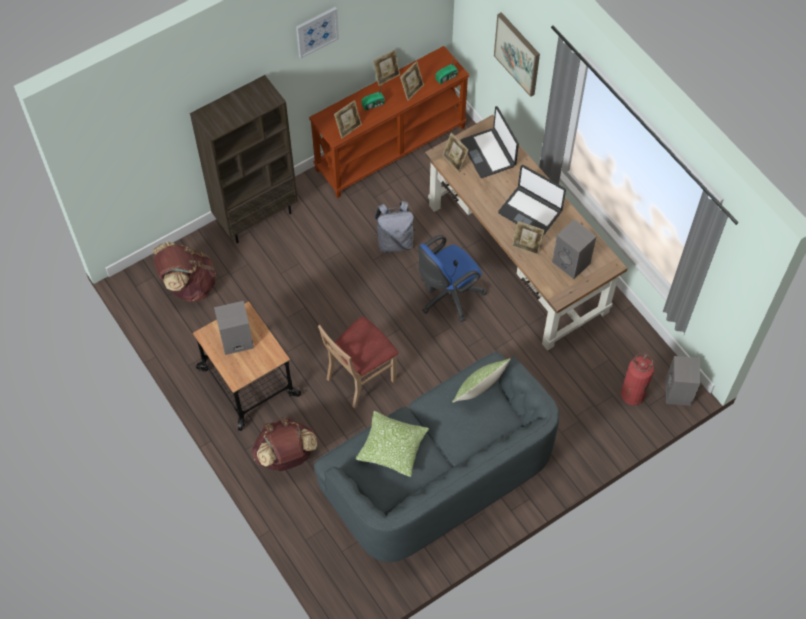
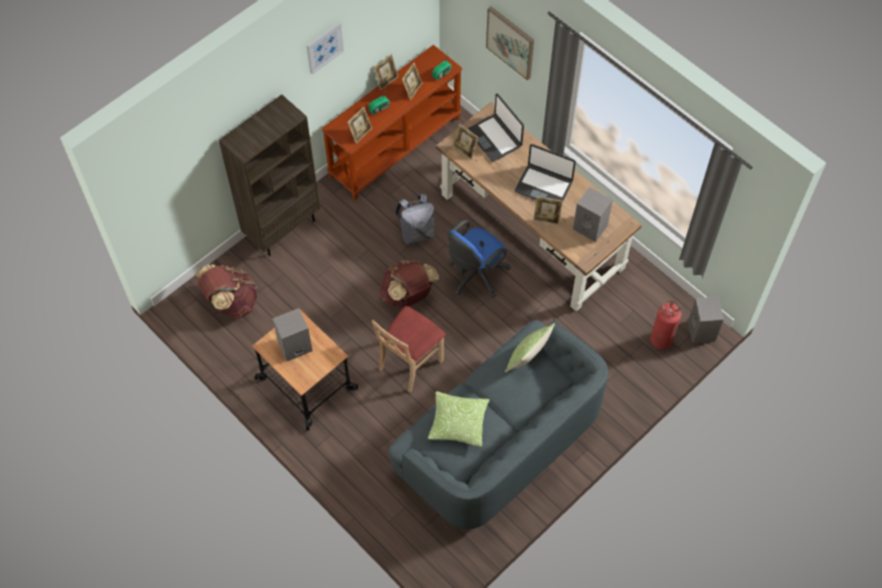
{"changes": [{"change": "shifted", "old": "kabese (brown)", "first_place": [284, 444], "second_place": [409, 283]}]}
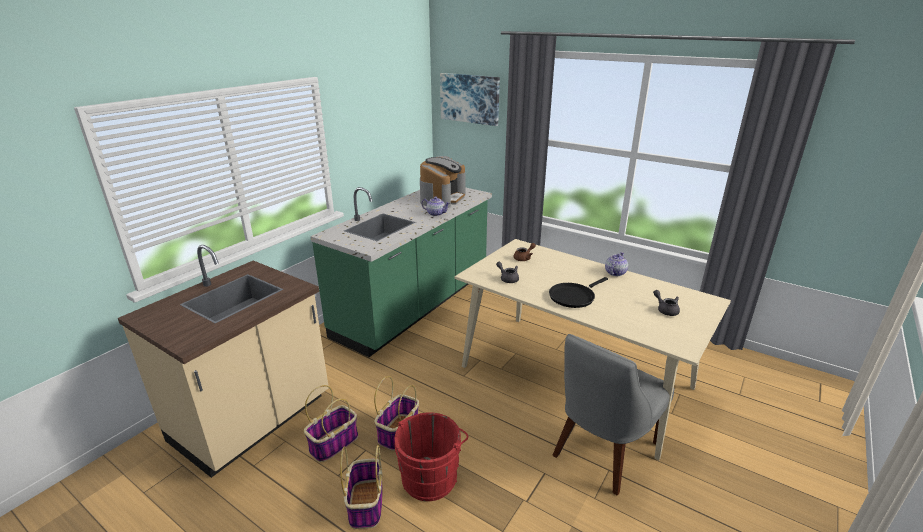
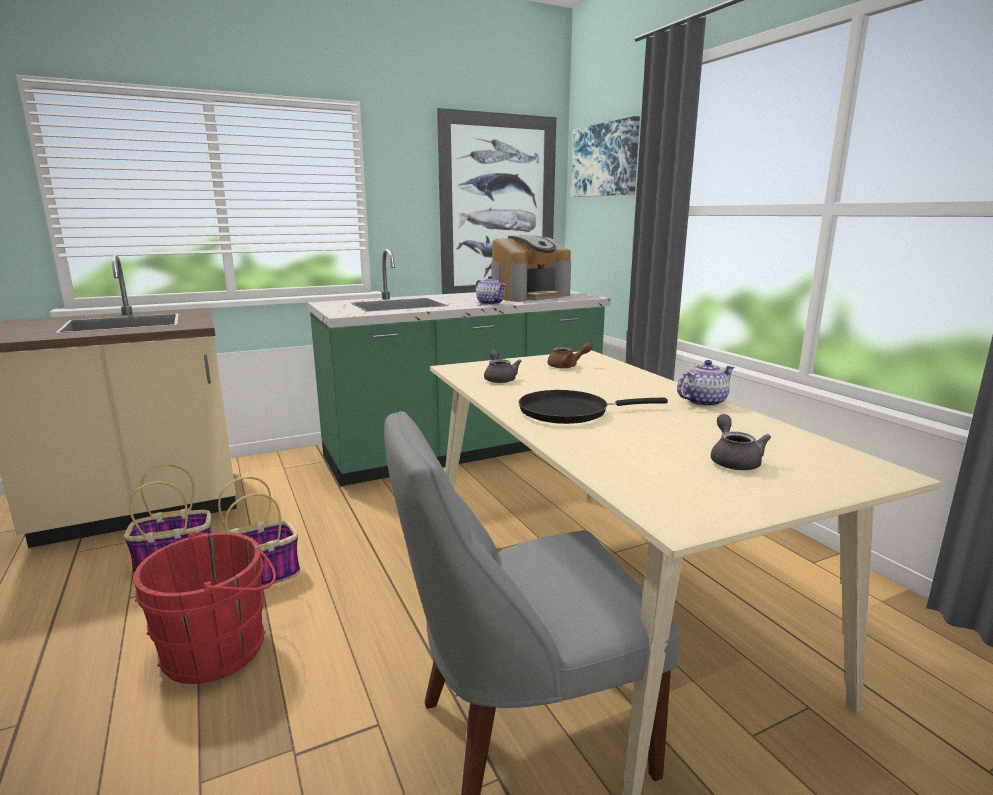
{"changes": [{"change": "new", "new": "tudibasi", "second_place": [496, 201]}, {"change": "gone", "old": "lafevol", "first_place": [361, 487]}]}
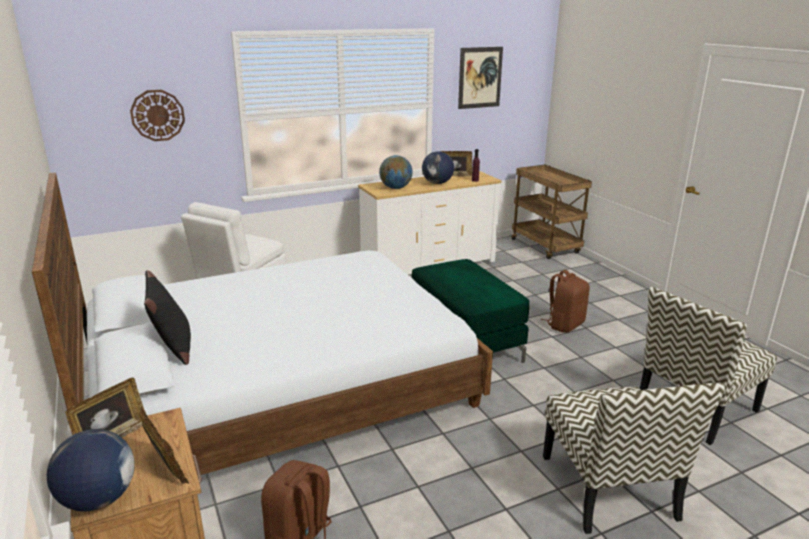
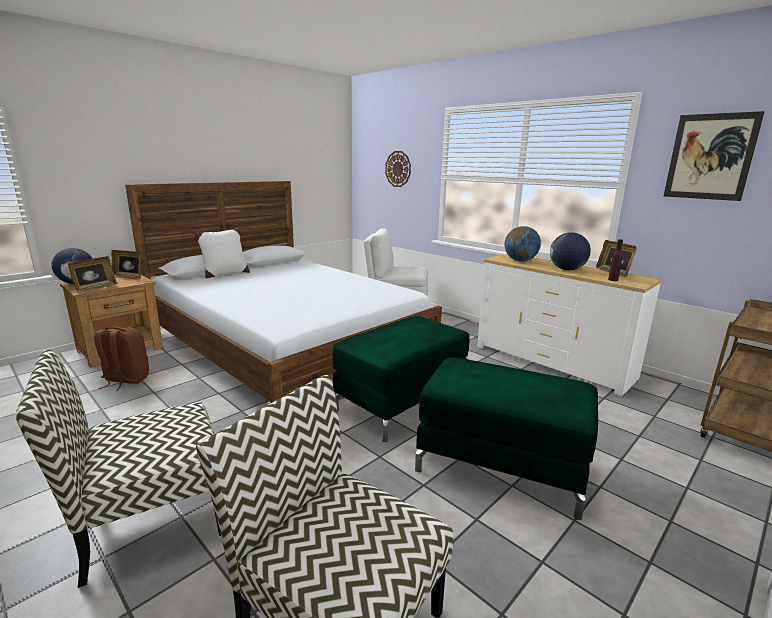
{"changes": [{"change": "repainted", "old": "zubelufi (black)", "new": "zubelufi (white)", "first_place": [167, 317], "second_place": [221, 252]}, {"change": "swapped", "old": "kabese (brown)", "new": "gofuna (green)", "first_place": [565, 301], "second_place": [506, 438]}]}
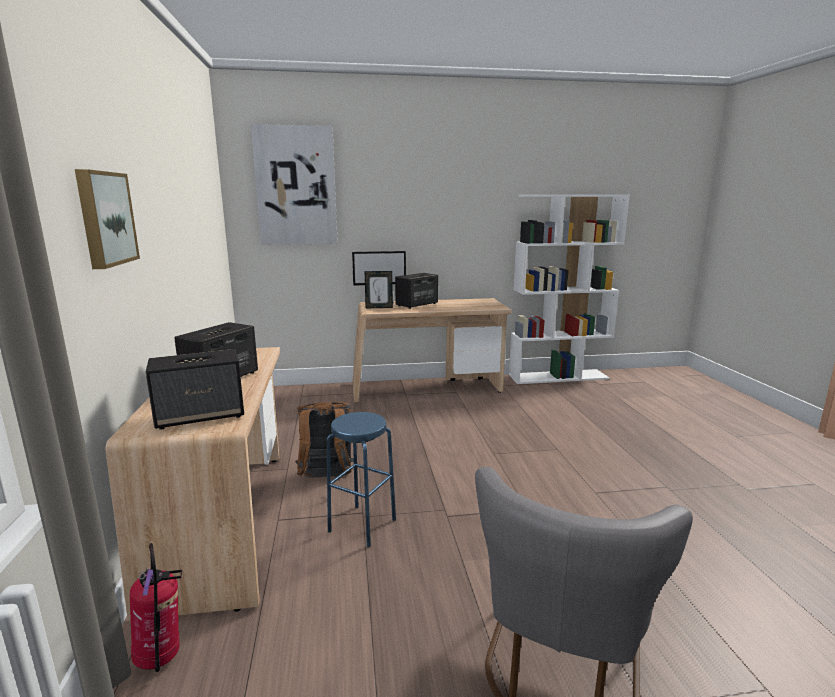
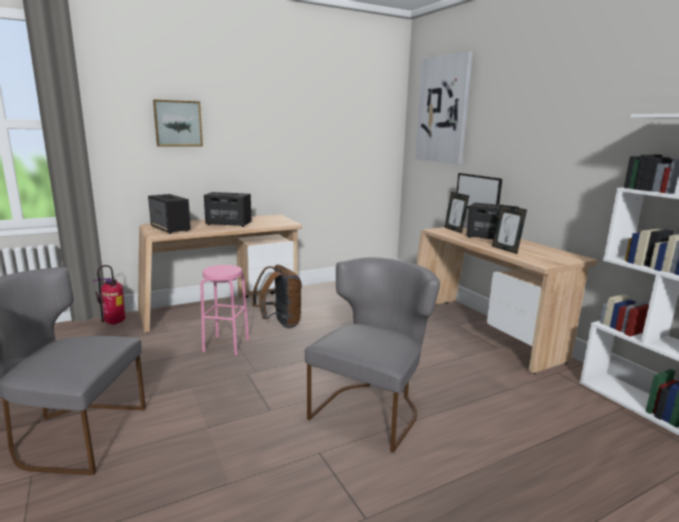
{"changes": [{"change": "repainted", "old": "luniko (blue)", "new": "luniko (pink)", "first_place": [361, 479], "second_place": [224, 310]}, {"change": "new", "new": "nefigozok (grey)", "second_place": [372, 355]}, {"change": "new", "new": "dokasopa", "second_place": [509, 229]}]}
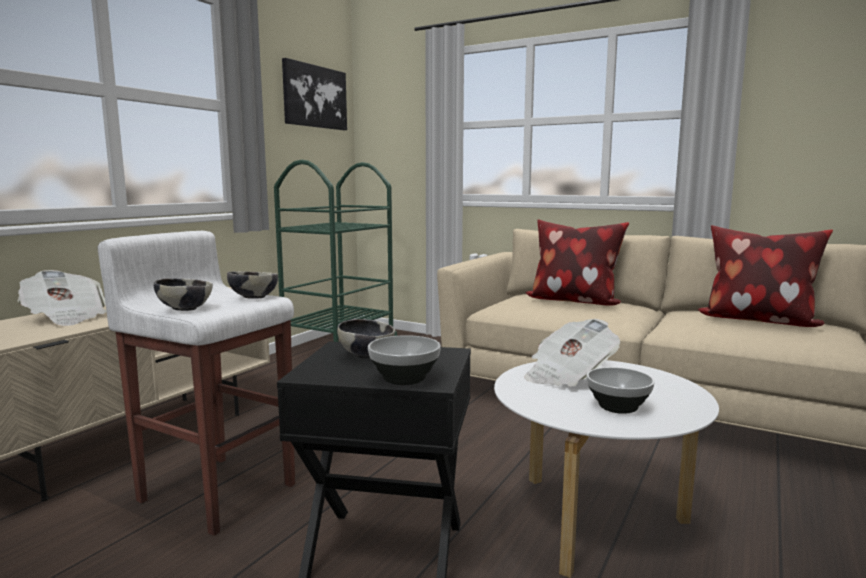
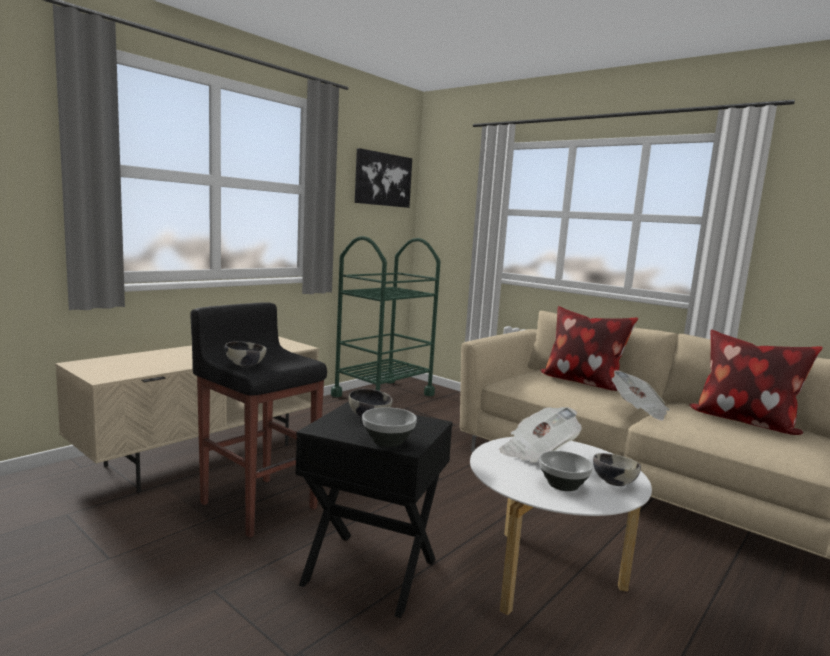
{"changes": [{"change": "repainted", "old": "luniko (white)", "new": "luniko (black)", "first_place": [196, 383], "second_place": [258, 420]}, {"change": "shifted", "old": "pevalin", "first_place": [252, 285], "second_place": [617, 469]}, {"change": "shifted", "old": "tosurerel", "first_place": [62, 298], "second_place": [640, 395]}]}
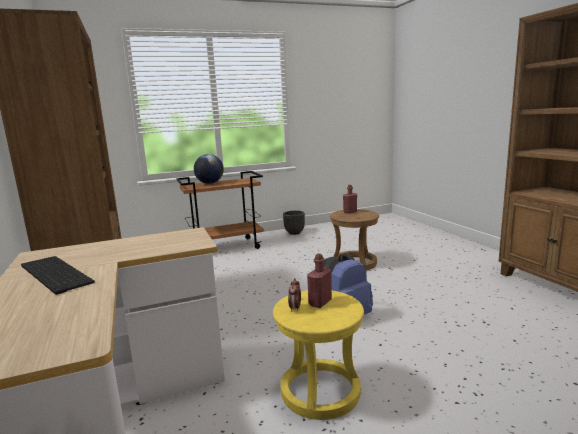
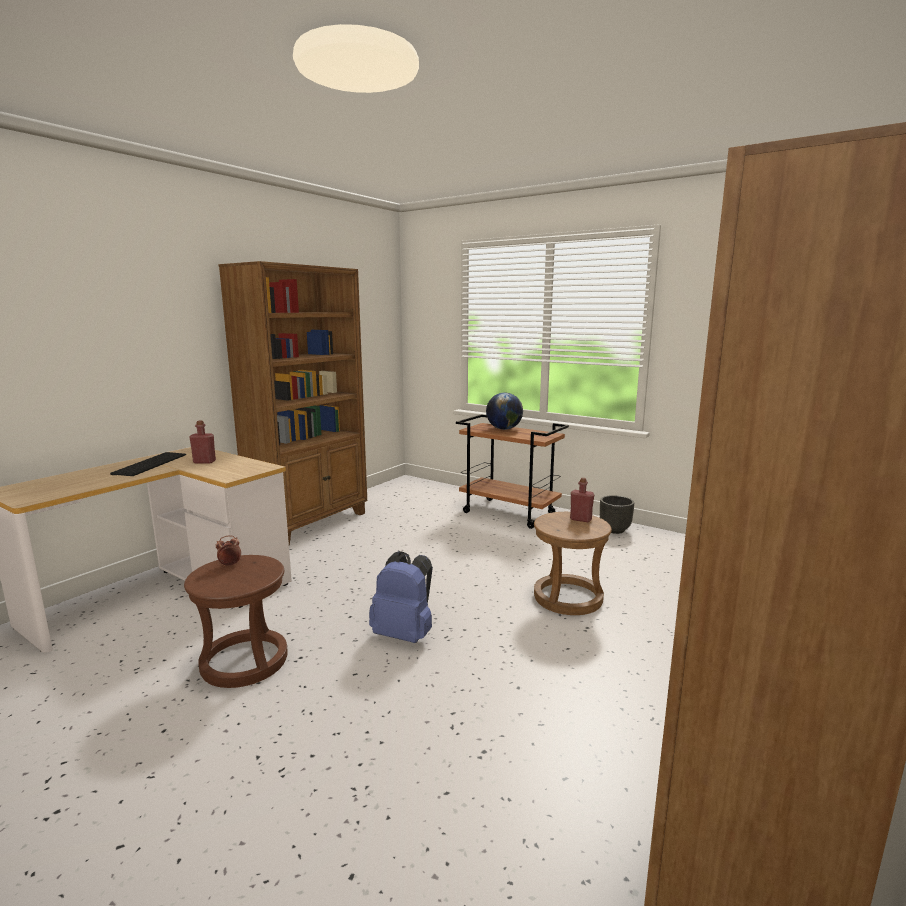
{"changes": [{"change": "repainted", "old": "luniko (yellow)", "new": "luniko (brown)", "first_place": [318, 355], "second_place": [236, 621]}, {"change": "shifted", "old": "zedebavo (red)", "first_place": [319, 281], "second_place": [202, 441]}]}
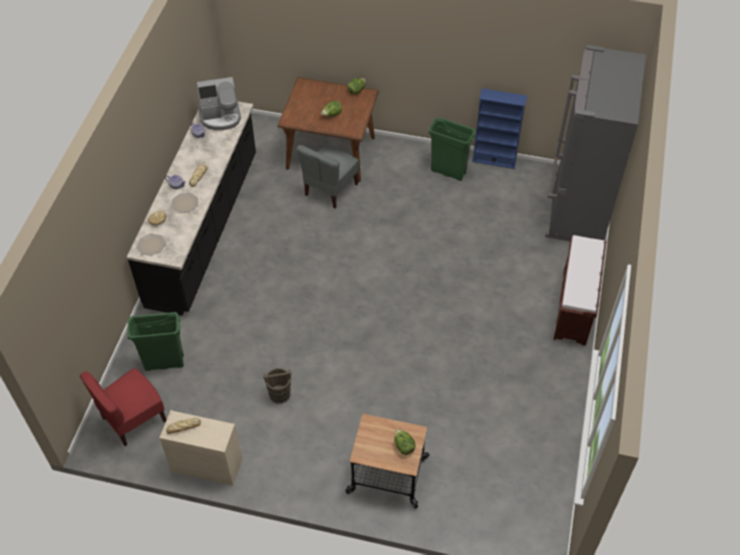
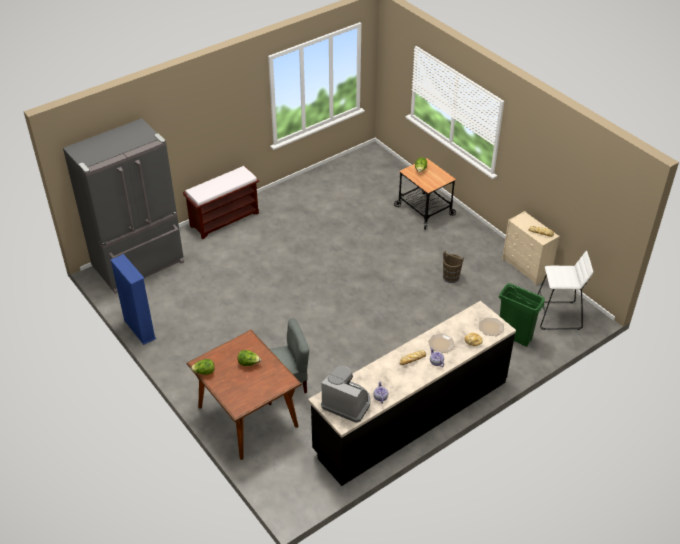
{"changes": [{"change": "swapped", "old": "nefigozok (red)", "new": "luniko (white)", "first_place": [123, 407], "second_place": [565, 290]}, {"change": "gone", "old": "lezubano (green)", "first_place": [452, 149]}]}
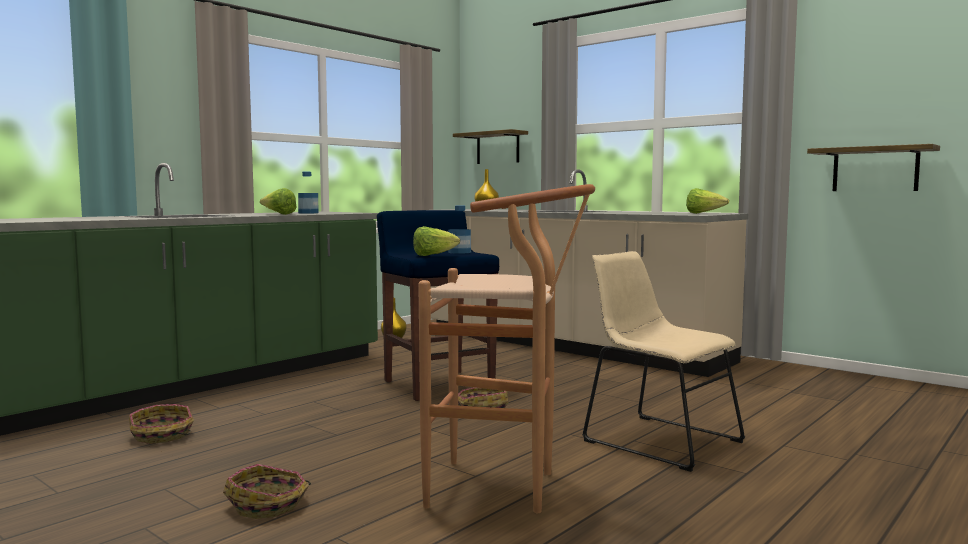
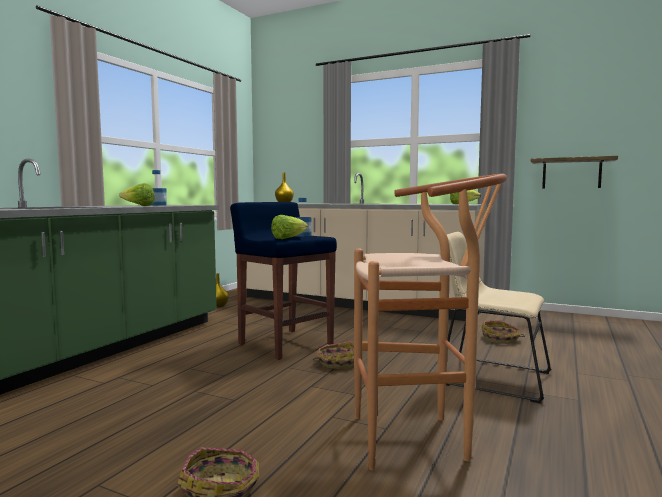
{"changes": [{"change": "shifted", "old": "lafevol", "first_place": [161, 424], "second_place": [503, 332]}, {"change": "gone", "old": "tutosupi", "first_place": [490, 146]}]}
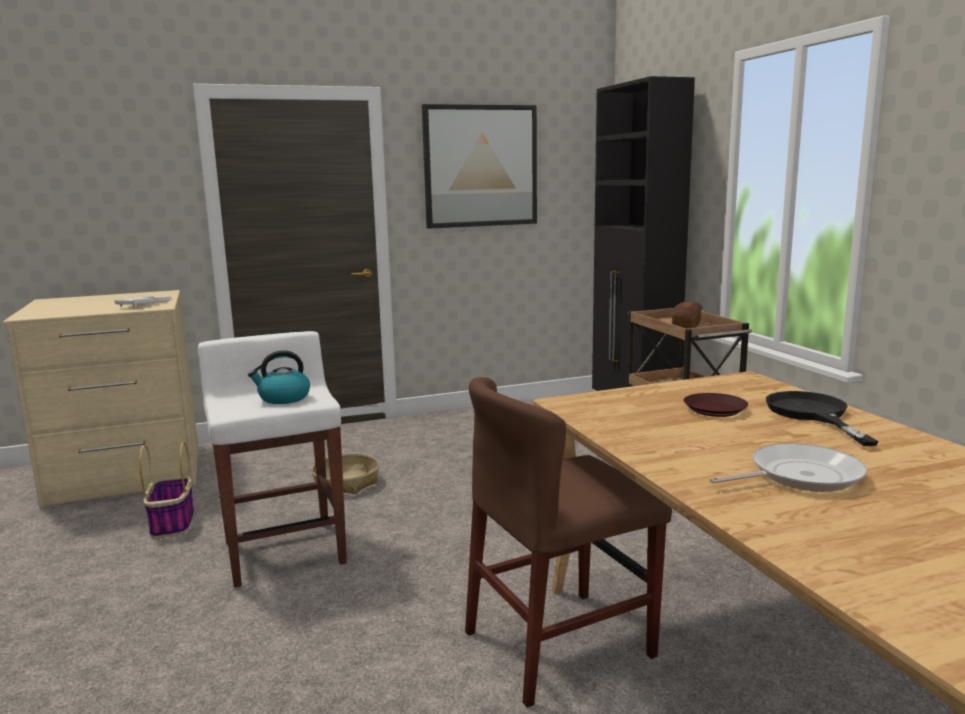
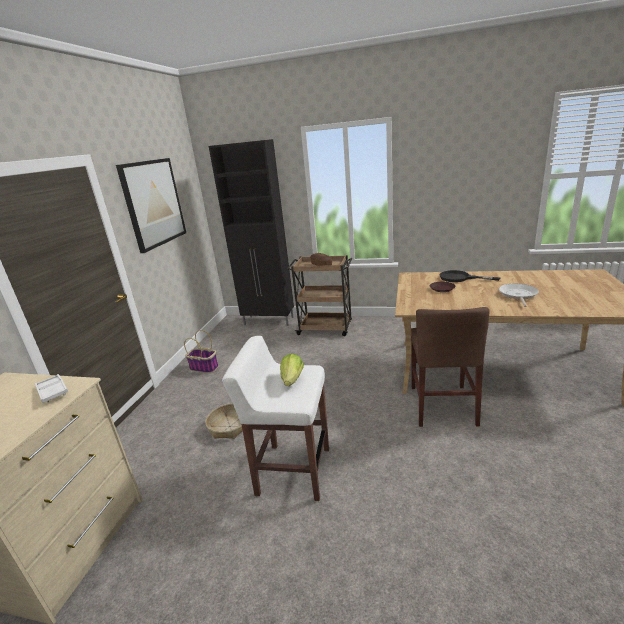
{"changes": [{"change": "shifted", "old": "lafevol", "first_place": [166, 490], "second_place": [201, 351]}, {"change": "swapped", "old": "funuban", "new": "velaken", "first_place": [279, 377], "second_place": [292, 370]}]}
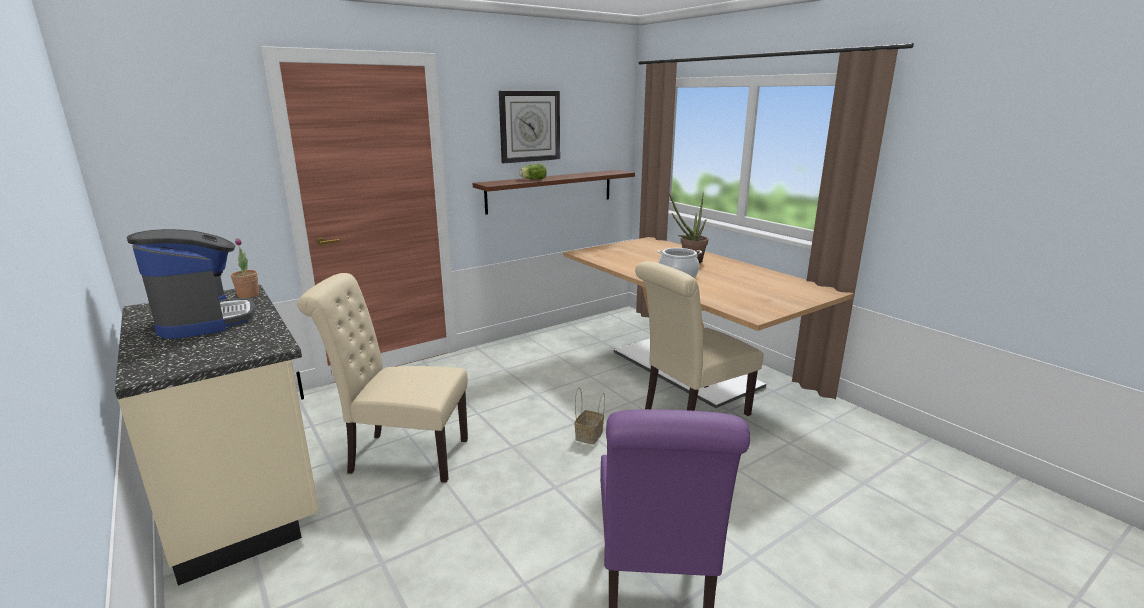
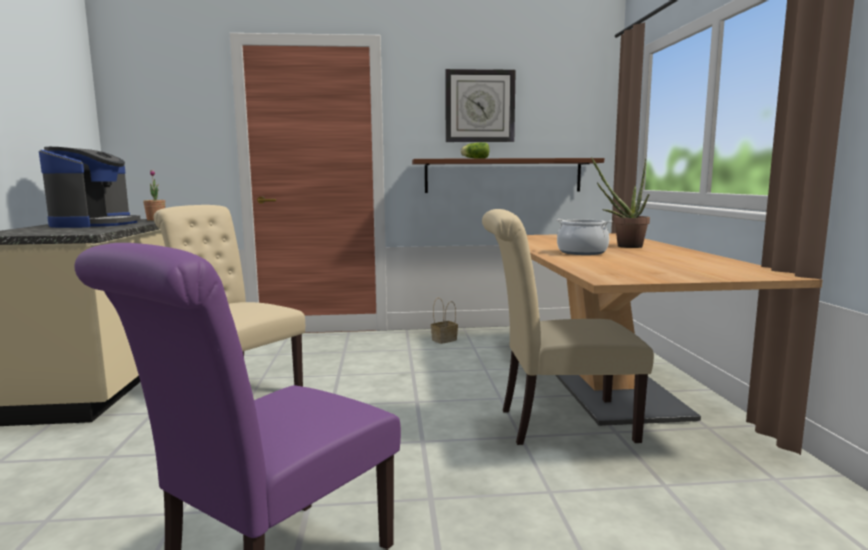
{"changes": [{"change": "shifted", "old": "lafevol", "first_place": [589, 416], "second_place": [444, 321]}]}
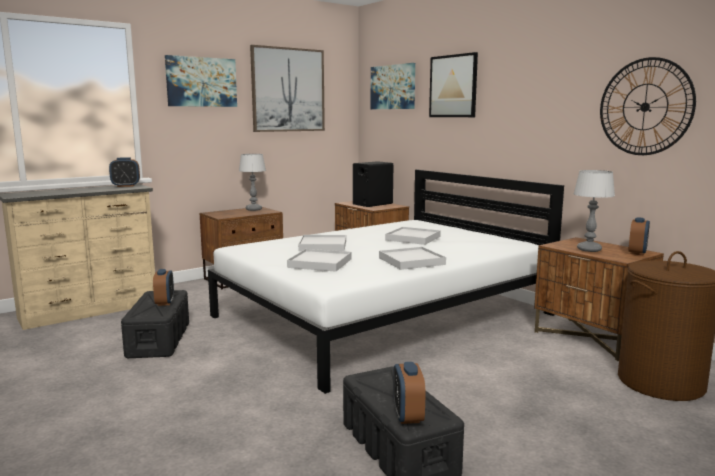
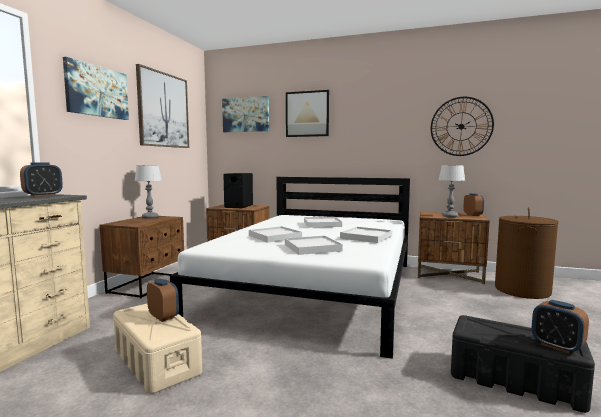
{"changes": [{"change": "repainted", "old": "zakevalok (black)", "new": "zakevalok (beige)", "first_place": [155, 324], "second_place": [157, 349]}]}
